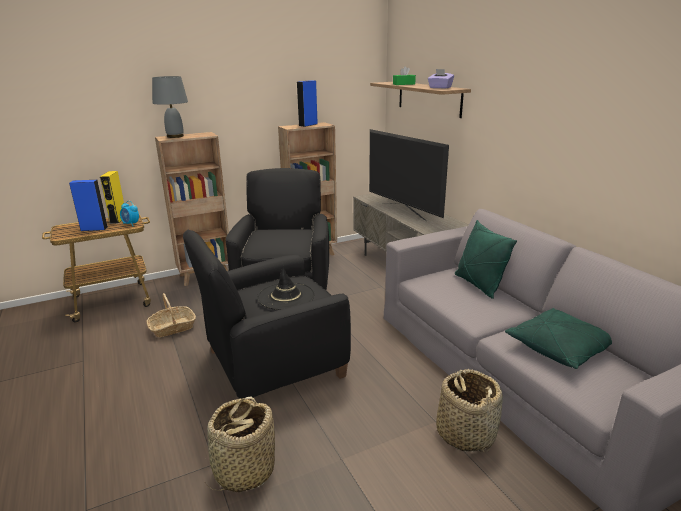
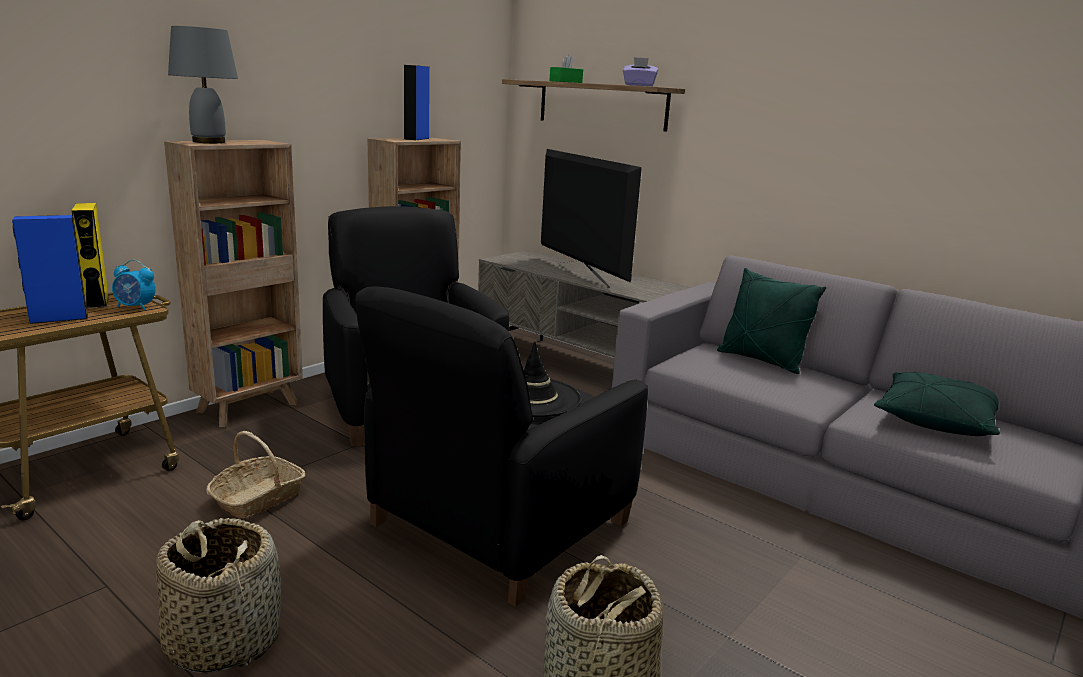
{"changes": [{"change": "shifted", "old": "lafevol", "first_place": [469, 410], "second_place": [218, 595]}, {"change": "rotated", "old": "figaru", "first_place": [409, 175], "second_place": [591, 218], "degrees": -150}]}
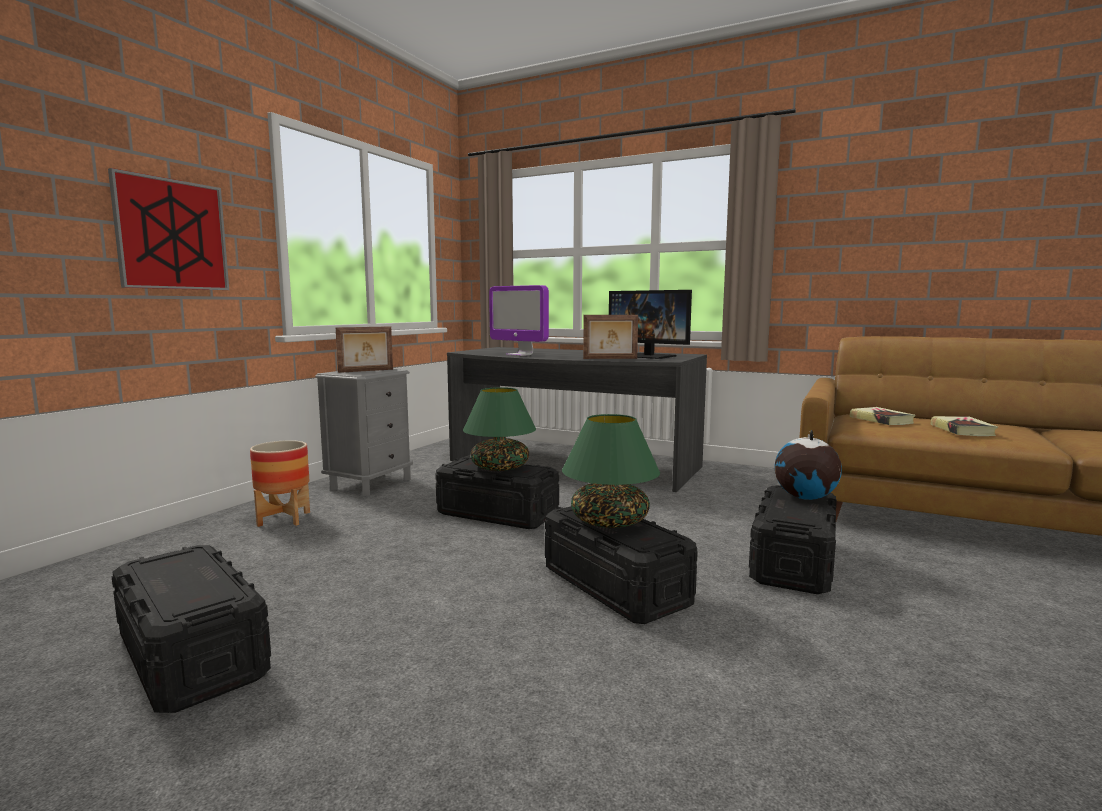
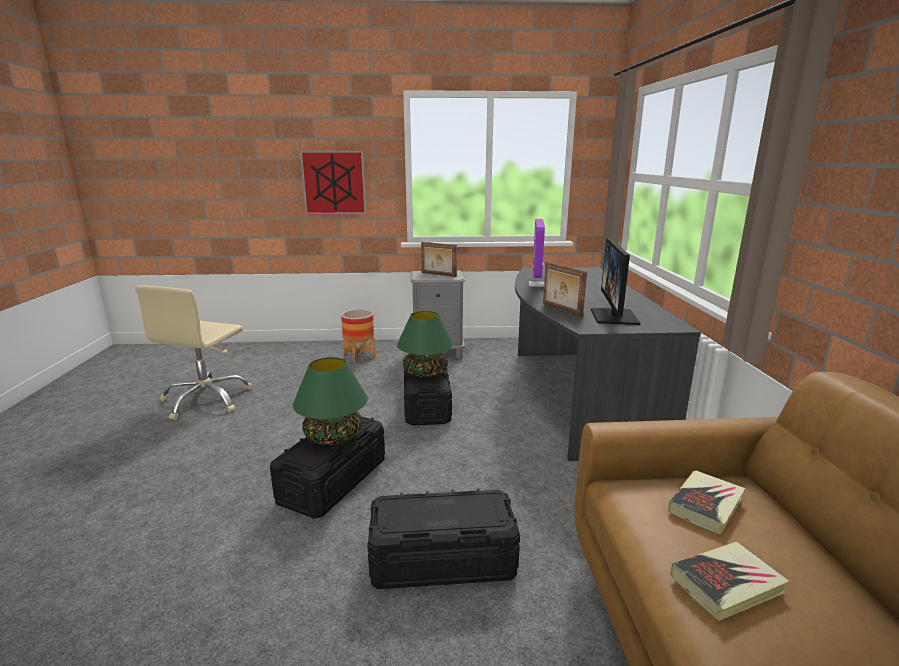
{"changes": [{"change": "swapped", "old": "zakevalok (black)", "new": "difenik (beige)", "first_place": [191, 629], "second_place": [194, 352]}, {"change": "gone", "old": "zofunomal", "first_place": [808, 465]}]}
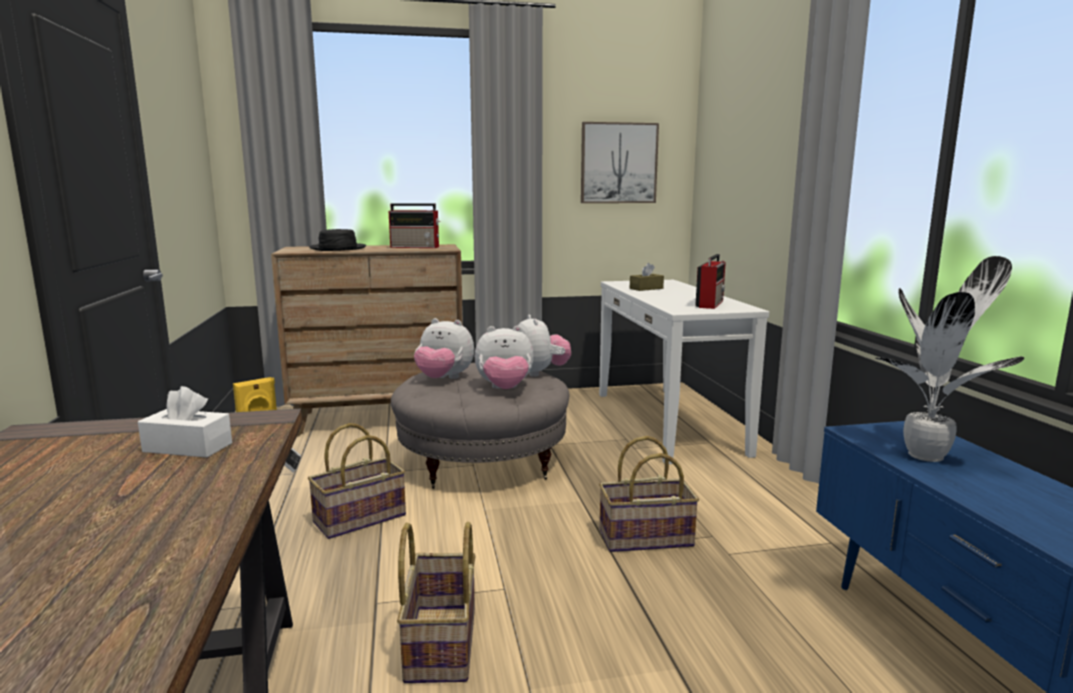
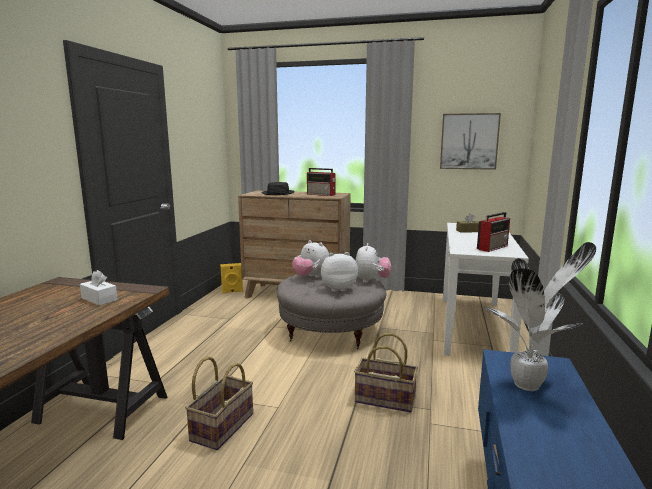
{"changes": [{"change": "rotated", "old": "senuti", "first_place": [504, 357], "second_place": [339, 272], "degrees": 150}, {"change": "gone", "old": "lafevol", "first_place": [357, 481]}]}
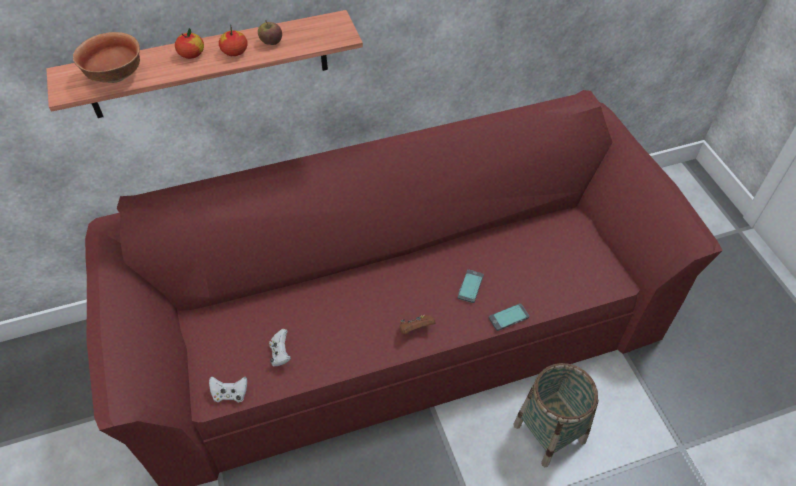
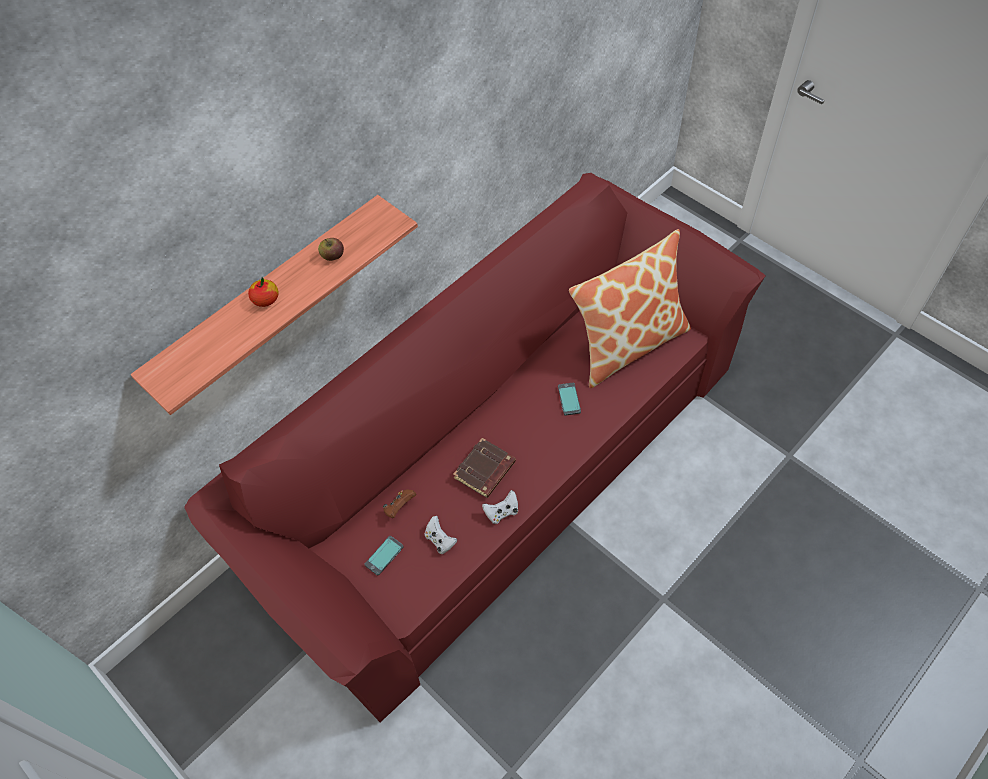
{"changes": [{"change": "shifted", "old": "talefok", "first_place": [509, 317], "second_place": [384, 556]}, {"change": "shifted", "old": "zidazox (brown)", "first_place": [417, 324], "second_place": [399, 503]}, {"change": "new", "new": "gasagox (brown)", "second_place": [484, 468]}, {"change": "shifted", "old": "zidazox (white)", "first_place": [228, 389], "second_place": [500, 507]}, {"change": "new", "new": "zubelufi", "second_place": [630, 308]}, {"change": "gone", "old": "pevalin", "first_place": [106, 57]}, {"change": "gone", "old": "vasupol", "first_place": [233, 40]}, {"change": "gone", "old": "lafevol", "first_place": [556, 415]}]}
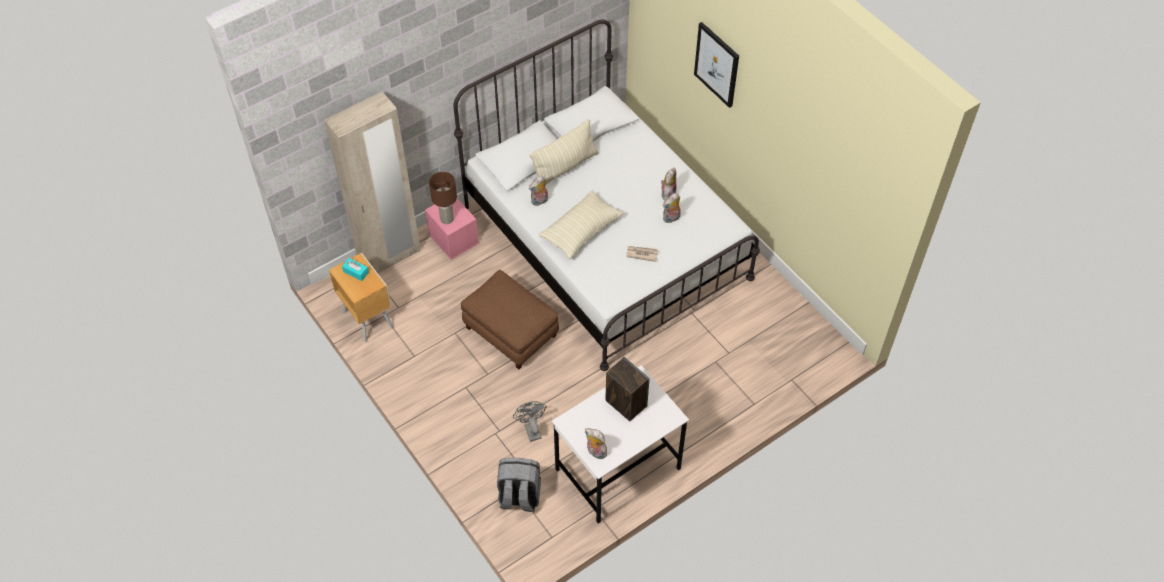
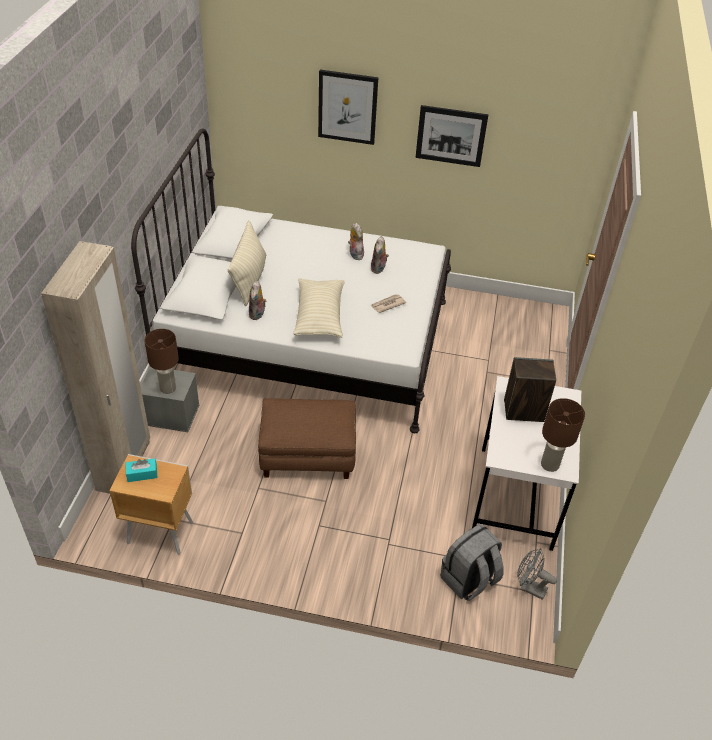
{"changes": [{"change": "repainted", "old": "zakevalok (pink)", "new": "zakevalok (grey)", "first_place": [452, 229], "second_place": [170, 399]}, {"change": "new", "new": "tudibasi", "second_place": [451, 136]}, {"change": "shifted", "old": "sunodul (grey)", "first_place": [529, 421], "second_place": [537, 574]}, {"change": "swapped", "old": "senuti", "new": "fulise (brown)", "first_place": [596, 443], "second_place": [563, 435]}]}
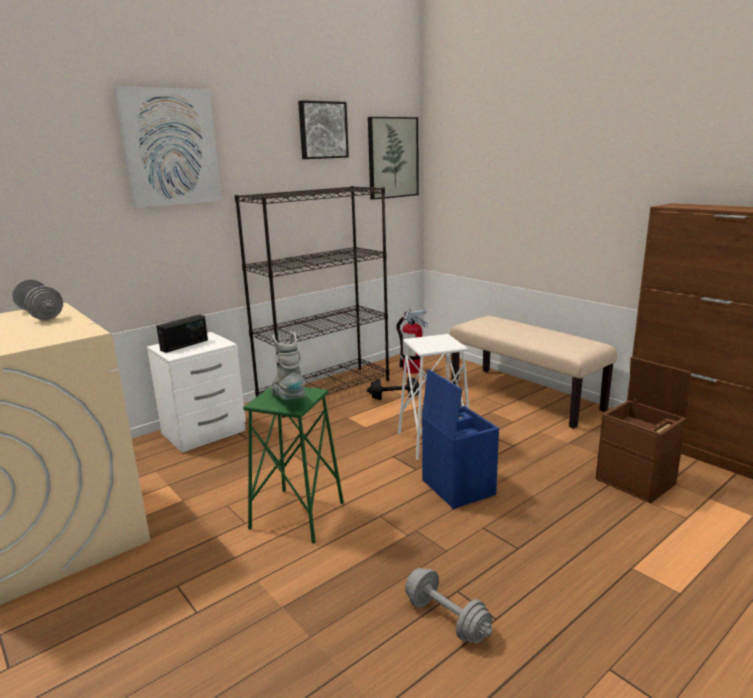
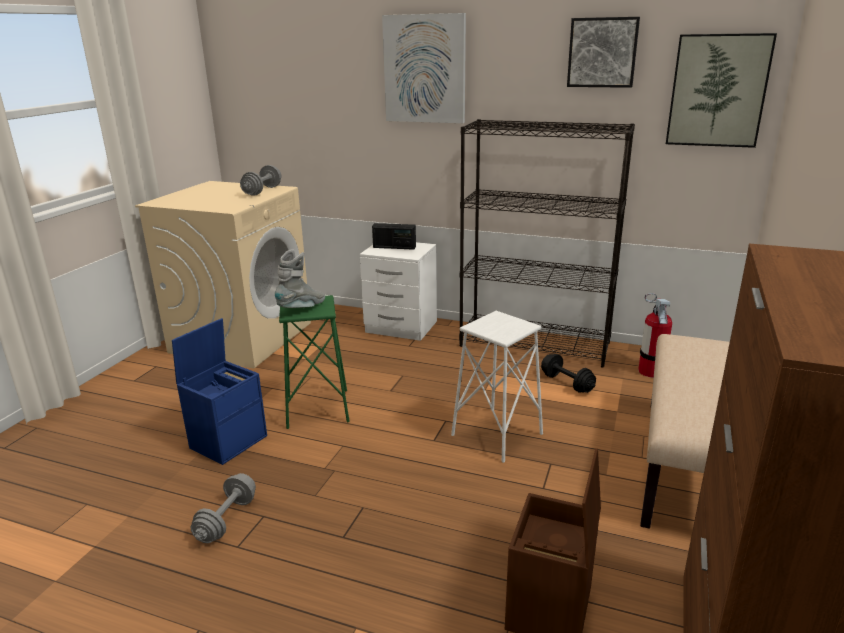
{"changes": [{"change": "shifted", "old": "zakevalok (blue)", "first_place": [460, 439], "second_place": [219, 391]}]}
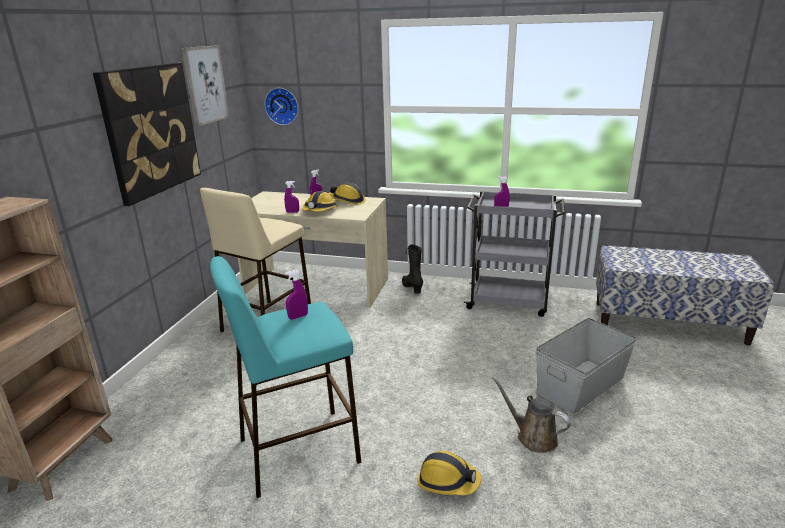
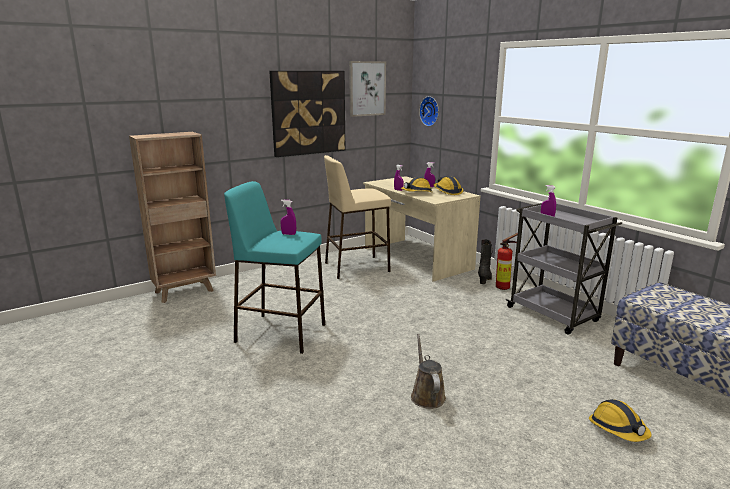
{"changes": [{"change": "new", "new": "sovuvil", "second_place": [507, 261]}, {"change": "shifted", "old": "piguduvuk", "first_place": [449, 473], "second_place": [620, 420]}, {"change": "gone", "old": "zakevalok (grey)", "first_place": [586, 366]}]}
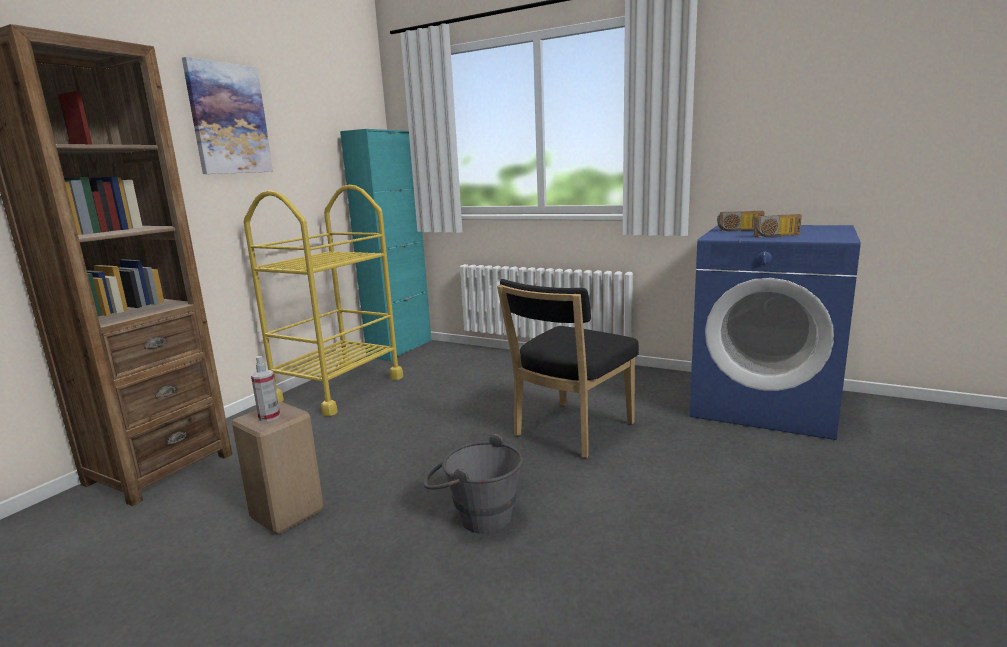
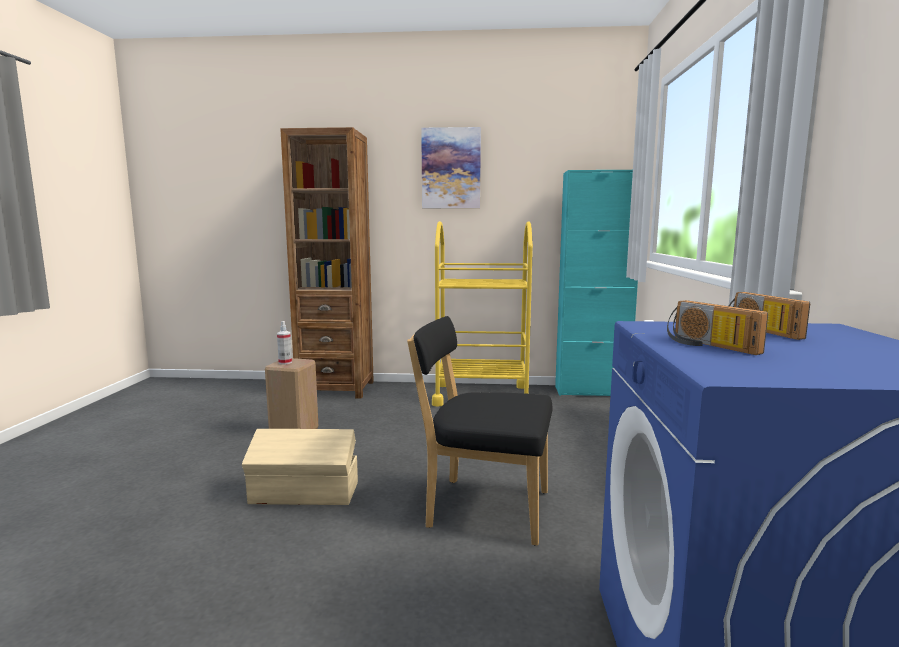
{"changes": [{"change": "swapped", "old": "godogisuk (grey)", "new": "zakevalok (beige)", "first_place": [473, 484], "second_place": [300, 467]}]}
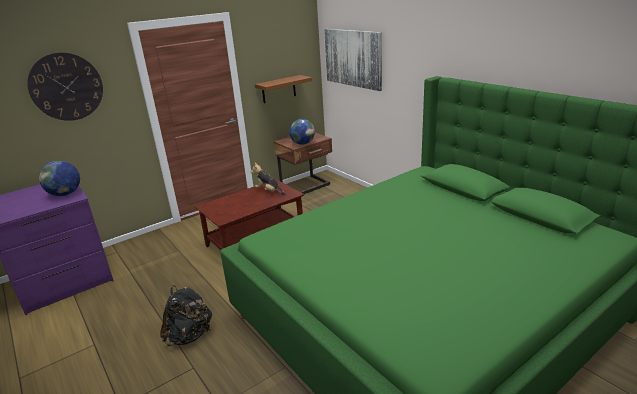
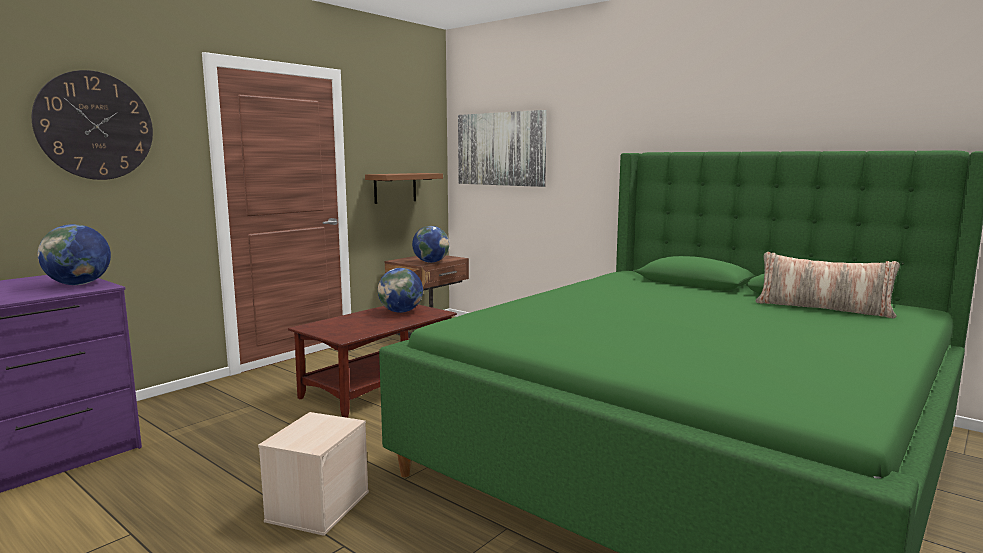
{"changes": [{"change": "swapped", "old": "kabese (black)", "new": "zakevalok (beige)", "first_place": [186, 315], "second_place": [313, 474]}, {"change": "swapped", "old": "senuti", "new": "zofunomal", "first_place": [268, 179], "second_place": [400, 290]}, {"change": "new", "new": "zubelufi", "second_place": [827, 285]}]}
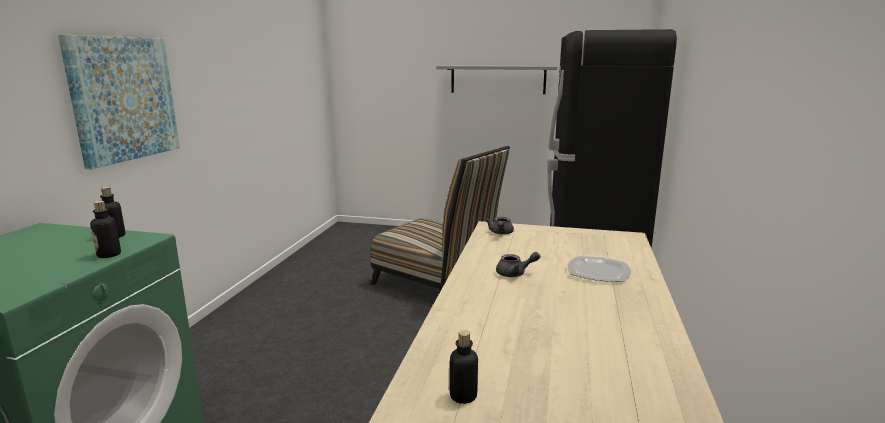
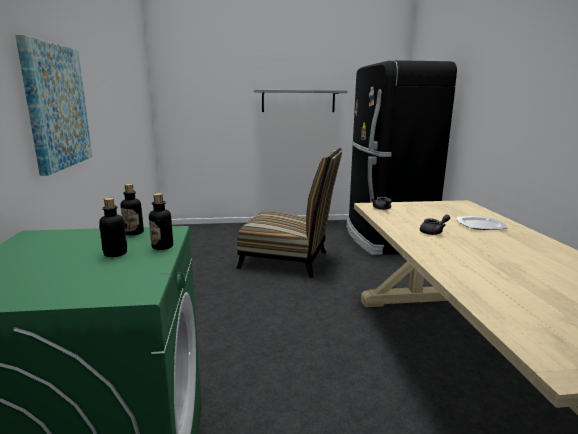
{"changes": [{"change": "shifted", "old": "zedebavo", "first_place": [463, 367], "second_place": [113, 227]}]}
